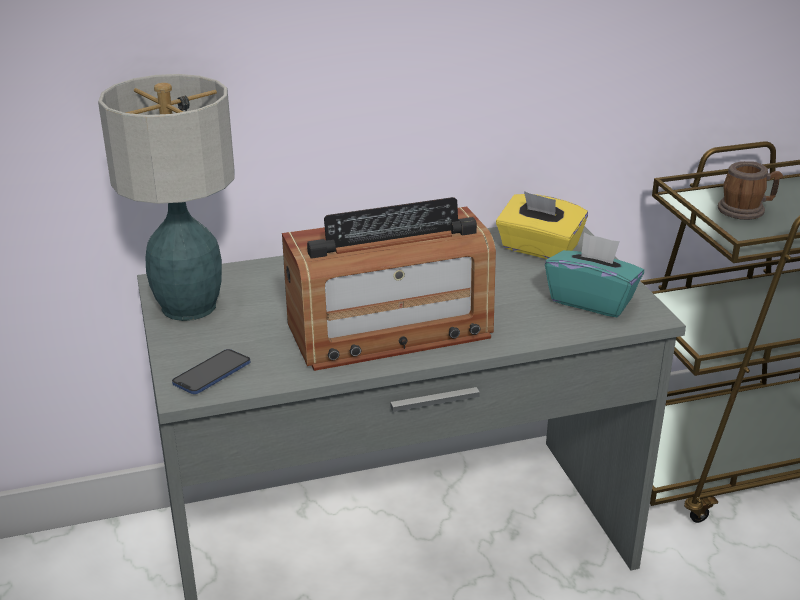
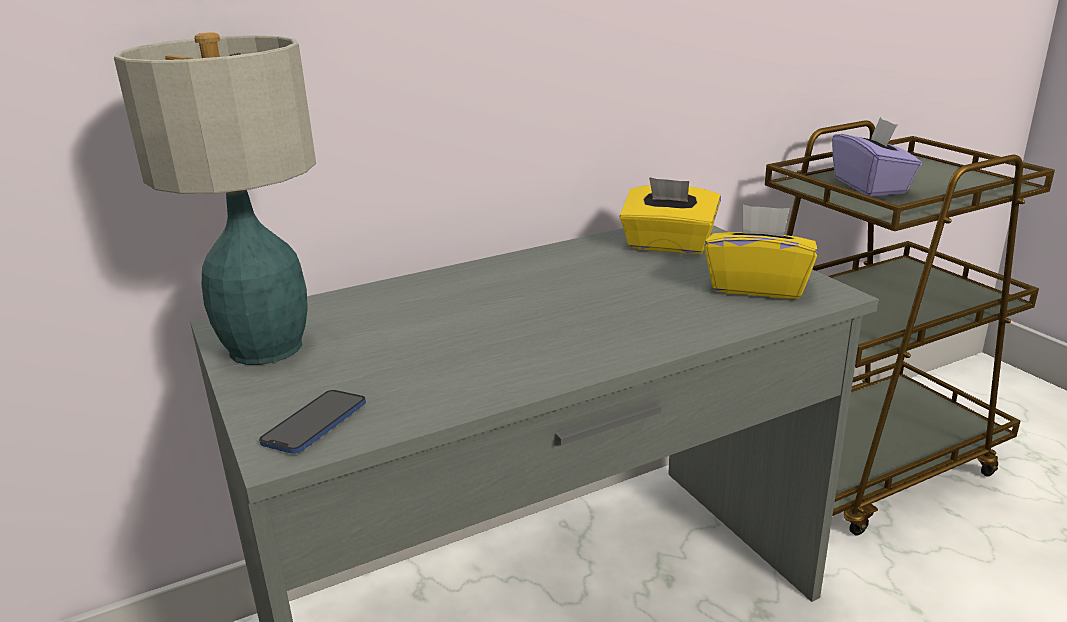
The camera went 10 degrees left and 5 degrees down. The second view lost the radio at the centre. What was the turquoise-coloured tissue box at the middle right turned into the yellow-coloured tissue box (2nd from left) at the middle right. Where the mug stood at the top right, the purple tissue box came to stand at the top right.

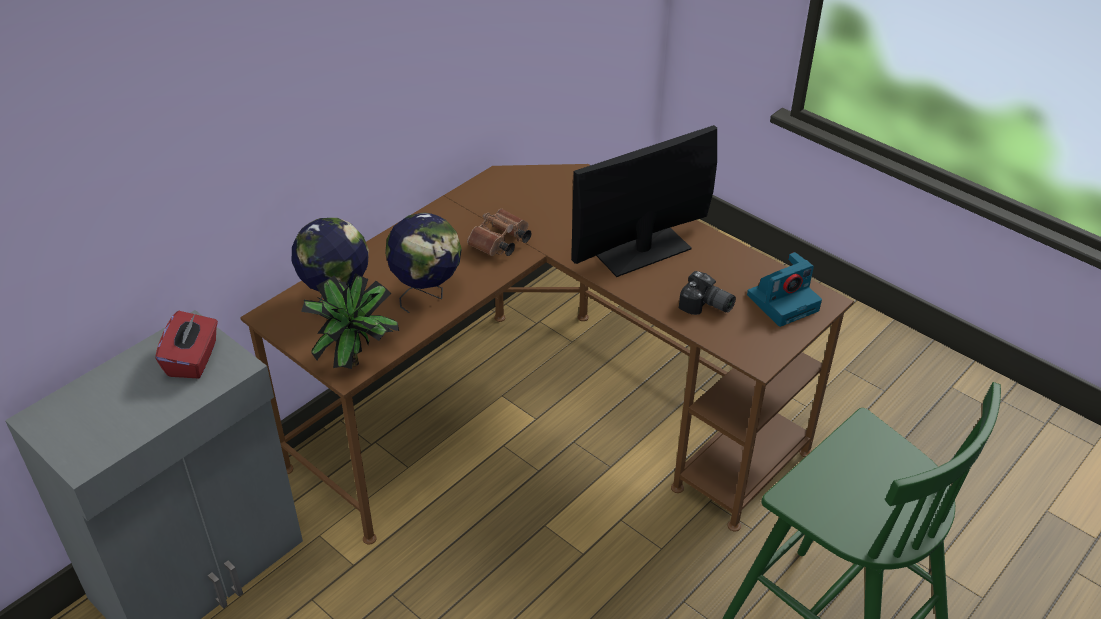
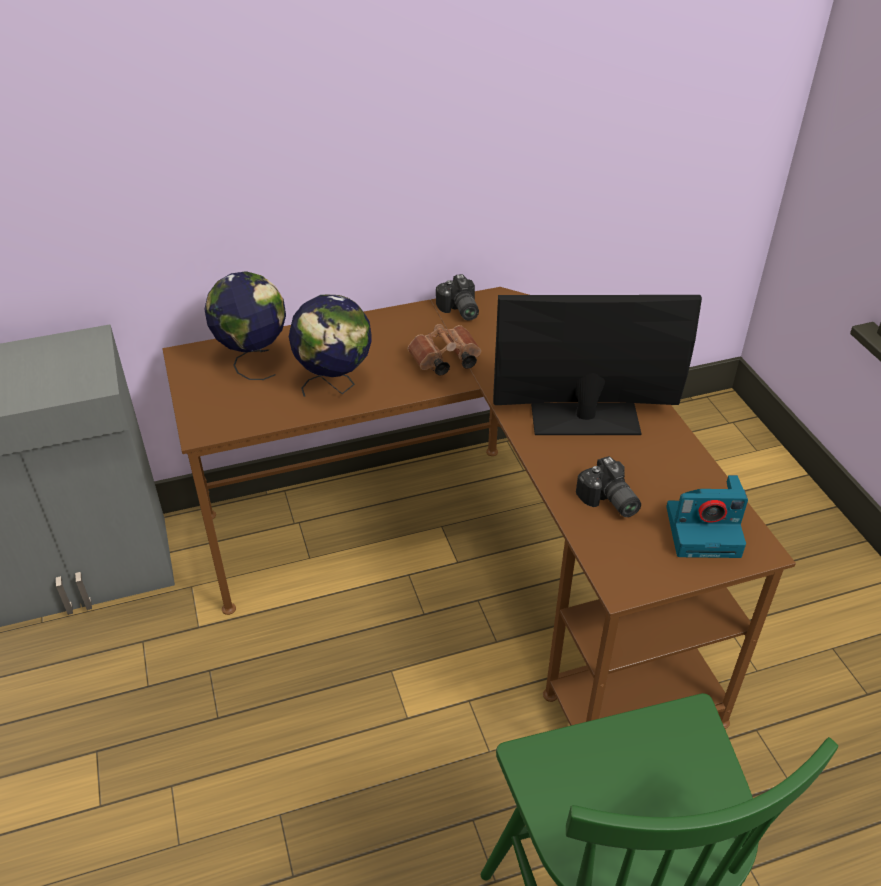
The camera went 30 degrees right and 0 degrees up. The second view lost the red tissue box at the middle left. The second view lost the potted plant at the middle left. The second view gained the still camera (1st from left) at the centre.

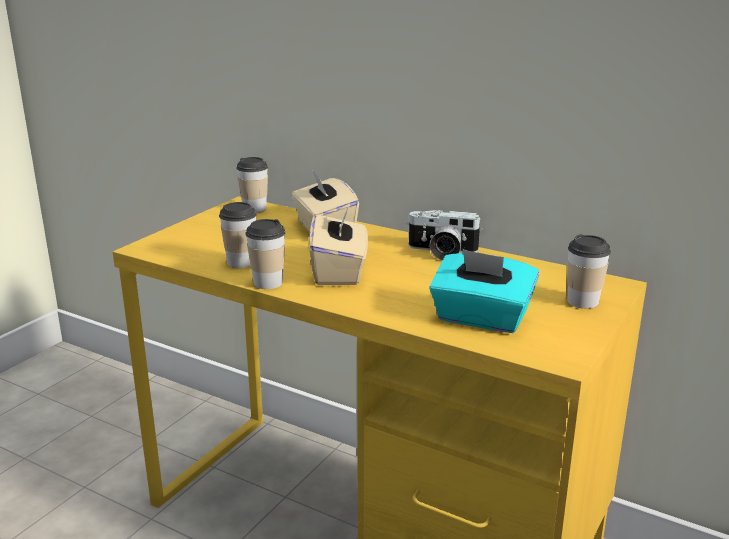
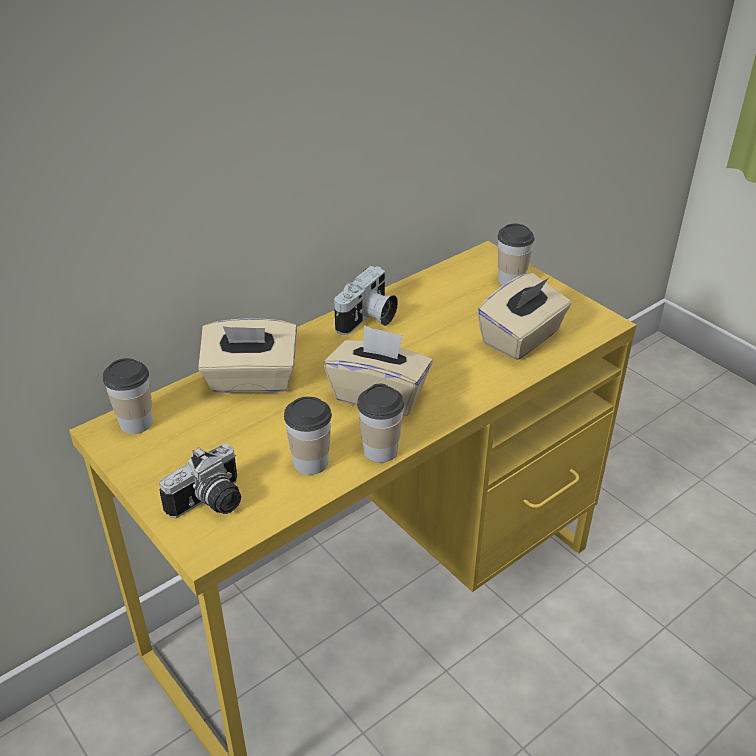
The camera went 70 degrees left and 15 degrees up. What was the turquoise-coloured tissue box at the centre turned into the beige tissue box (3rd from left) at the middle right. The second view gained the still camera (1st from left) at the middle left.

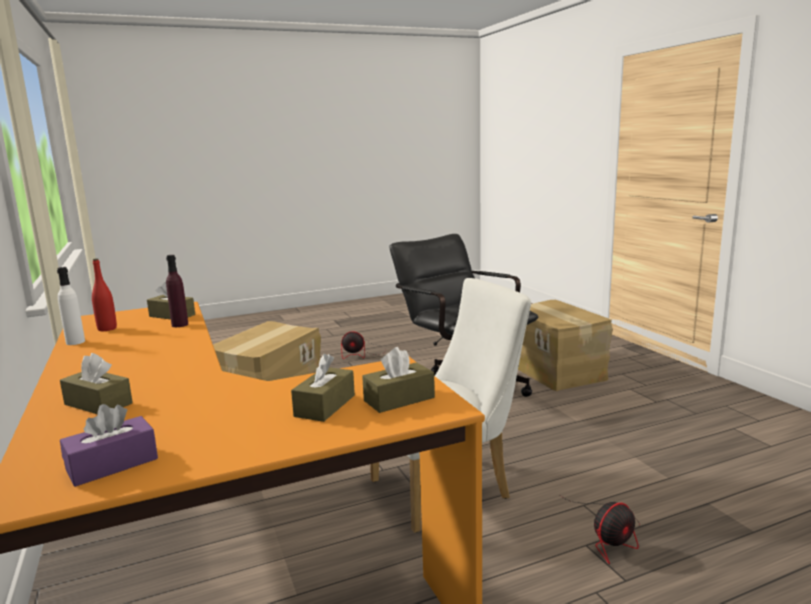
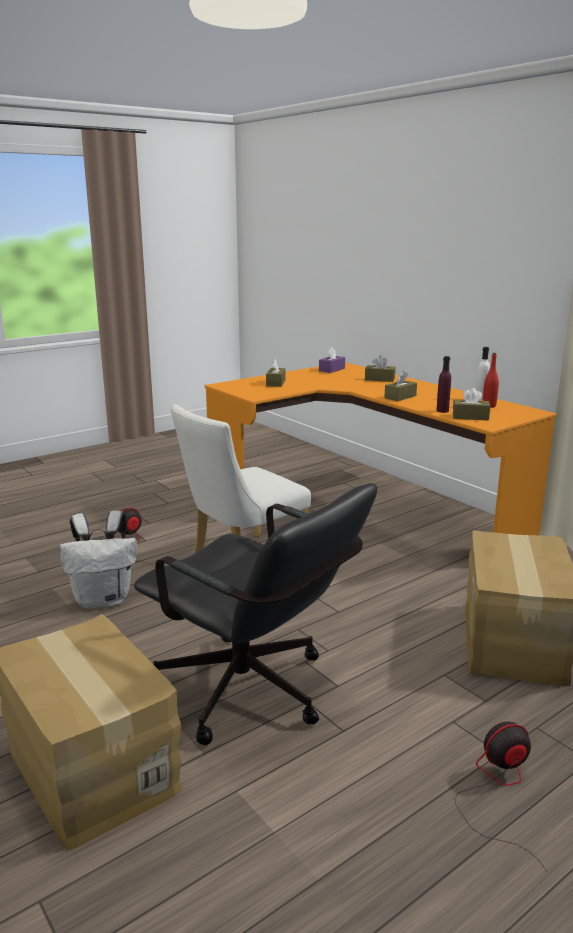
The camera went 165 degrees right and 5 degrees up. The brown tissue box (4th from left in the first image) ended up elsewhere, having gone from the centre to the middle right. The second view gained the whitish backpack at the middle left.

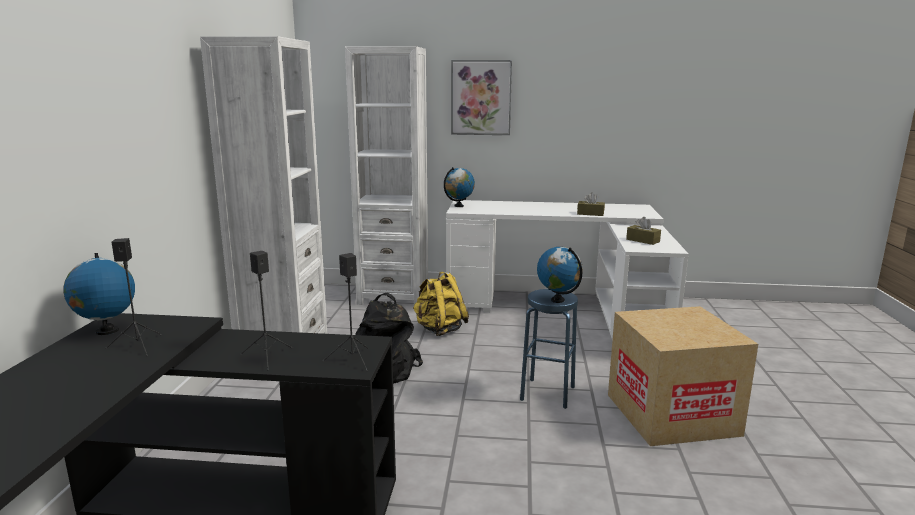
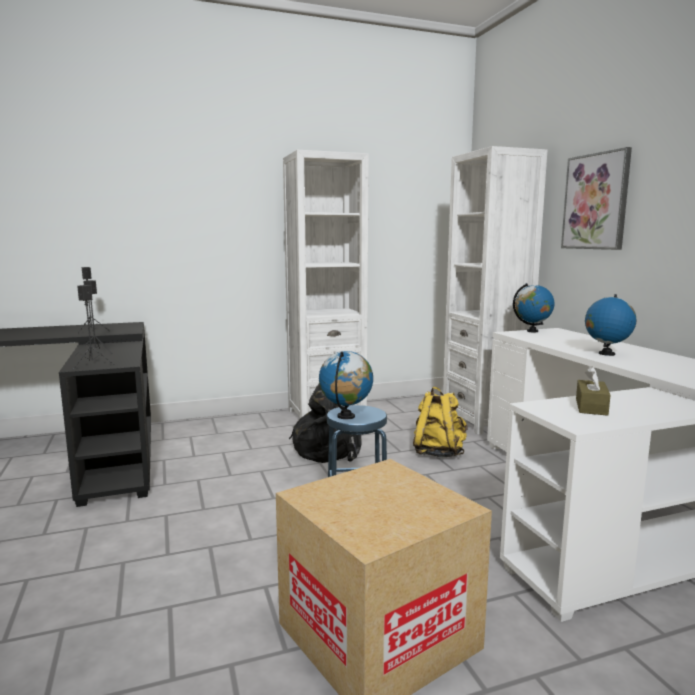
The camera went 65 degrees right and 5 degrees down. The desk globe (1st from left in the first image) ended up elsewhere, having gone from the middle left to the middle right. The second view lost the brown tissue box (1st from left) at the centre.

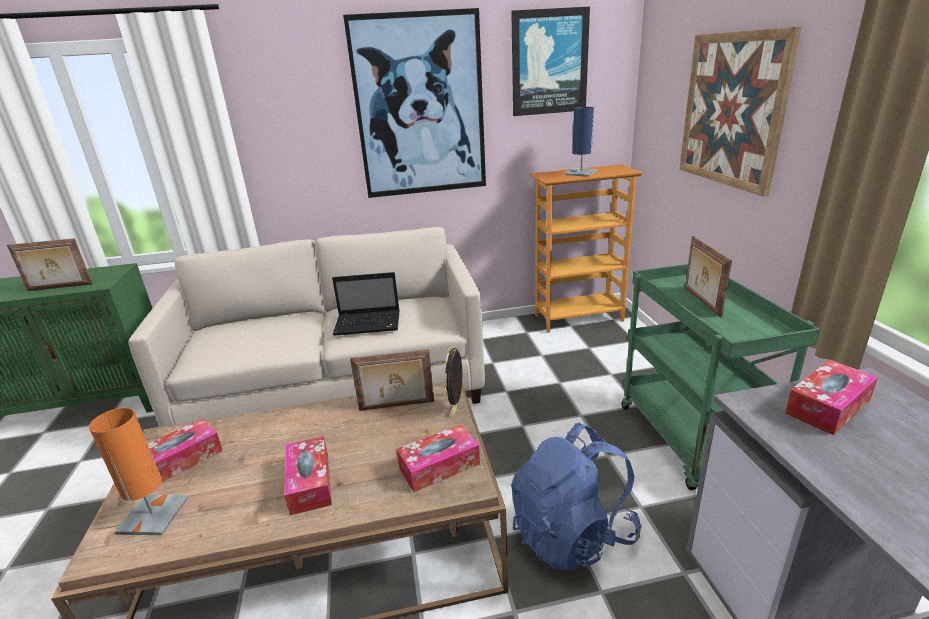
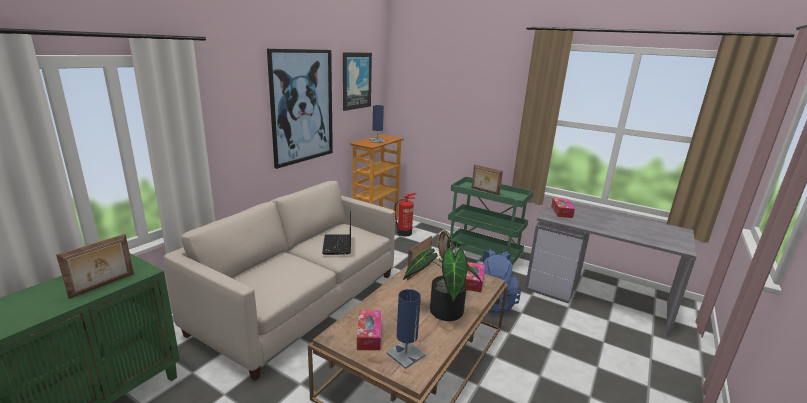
The camera went 50 degrees left and 5 degrees down. What was the orangey table lamp at the bottom left turned into the blue-coloured table lamp (2nd from left) at the bottom centre. Where the tissue box (2nd from left) stood at the bottom left, the potted plant came to stand at the bottom centre. The laptop at the centre ended up facing another way, 135 degrees clockwise from before. The second view lost the picture (3rd from left) at the top right. The second view gained the fire extinguisher at the centre.

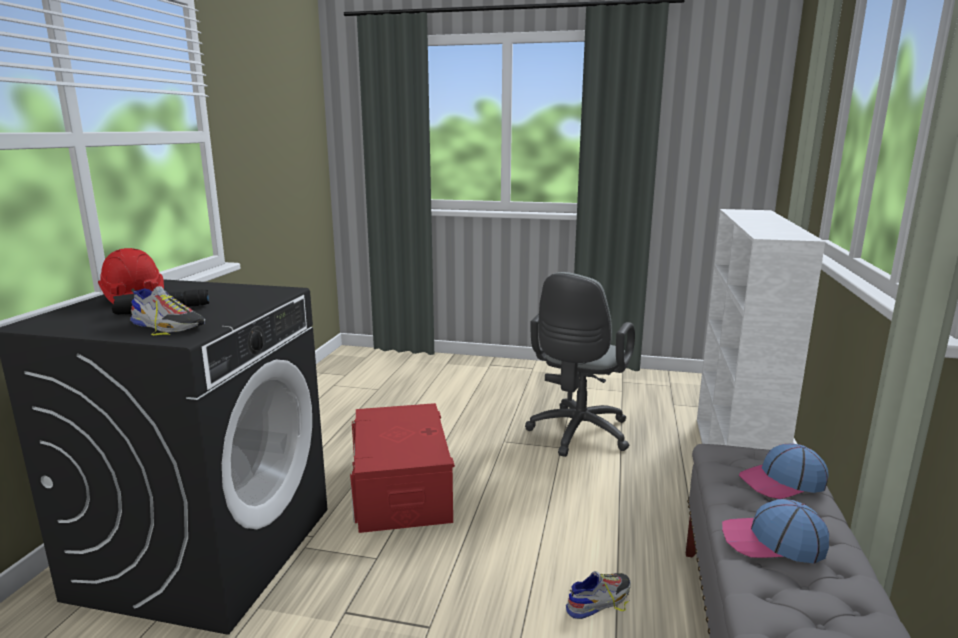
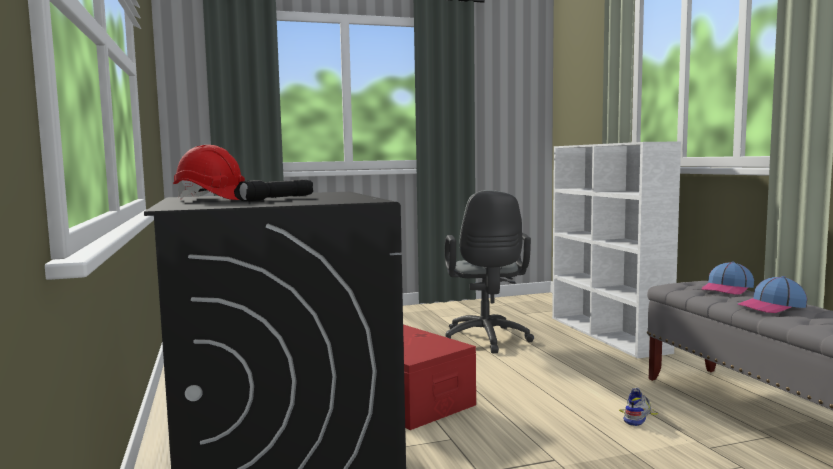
The camera went 30 degrees left and 10 degrees down. The second view lost the shoe (1st from left) at the middle left.

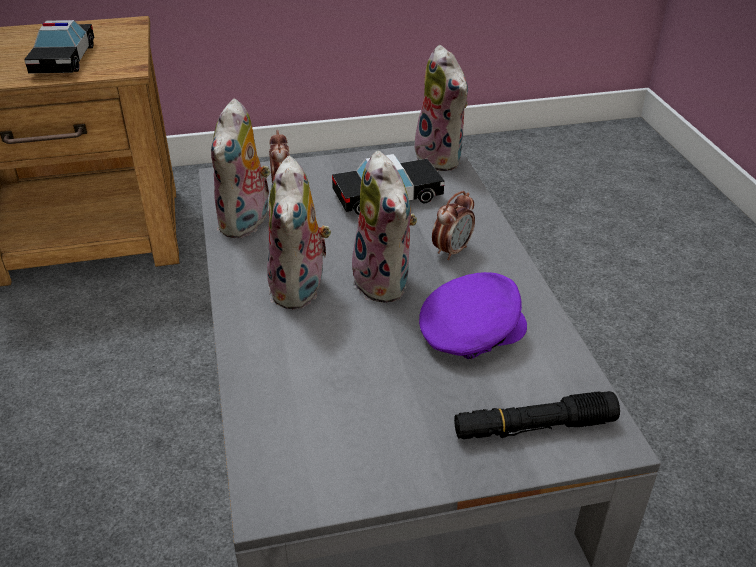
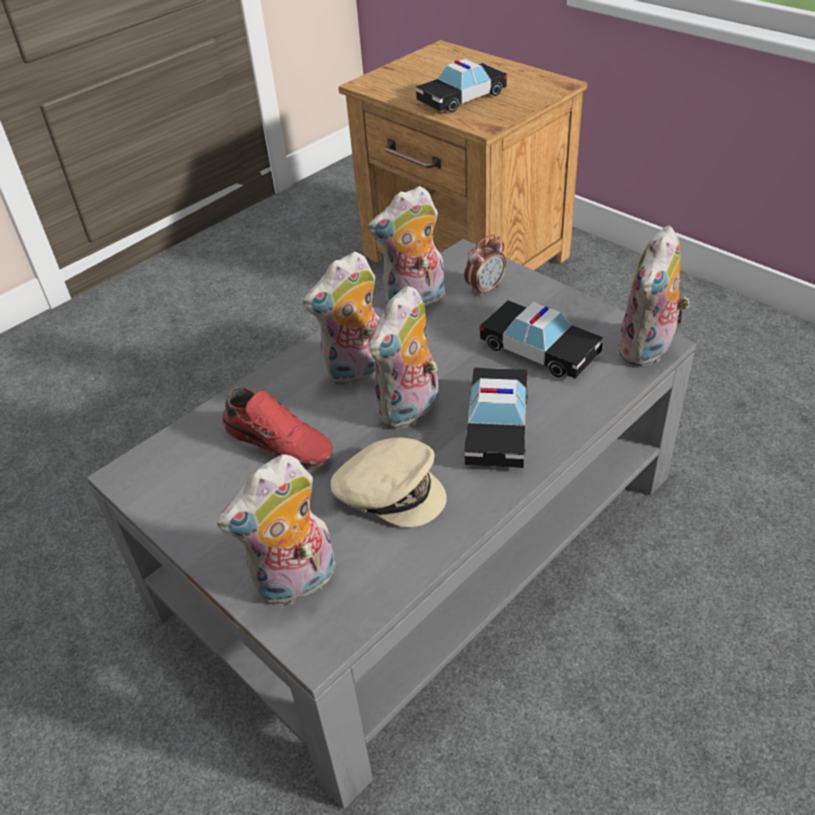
The camera went 60 degrees right and 5 degrees up. What was the purple peaked cap at the centre turned into the beige peaked cap at the centre. Where the table clock (2nd from left) stood at the centre, the miniature car (2nd from left) came to stand at the centre. Where the black-coloured flashlight stood at the bottom right, the cuddly toy (1st from left) came to stand at the centre. The second view gained the red shoe at the centre.

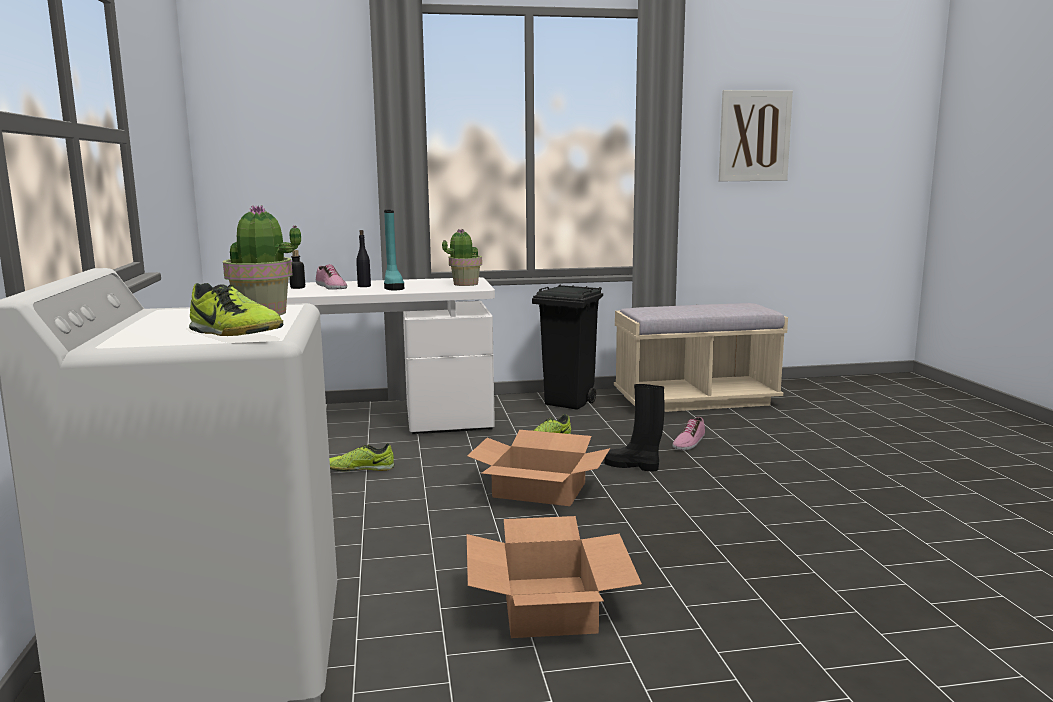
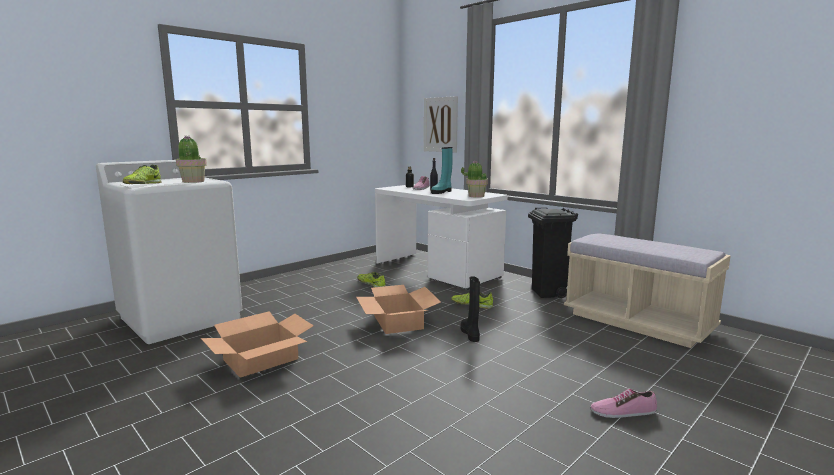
The camera went 55 degrees right and 0 degrees up. The shoe (5th from left) ended up elsewhere, having gone from the centre to the bottom right. The picture ended up elsewhere, having gone from the top right to the top centre.

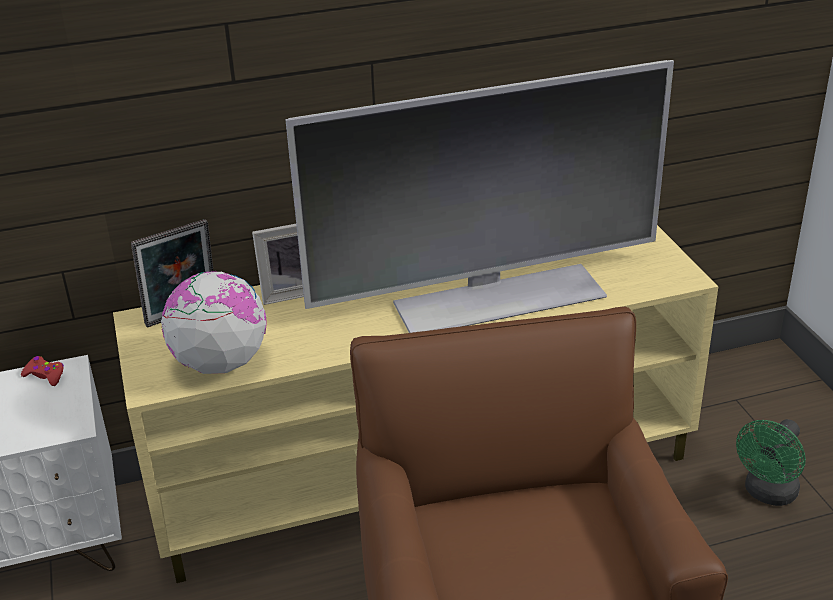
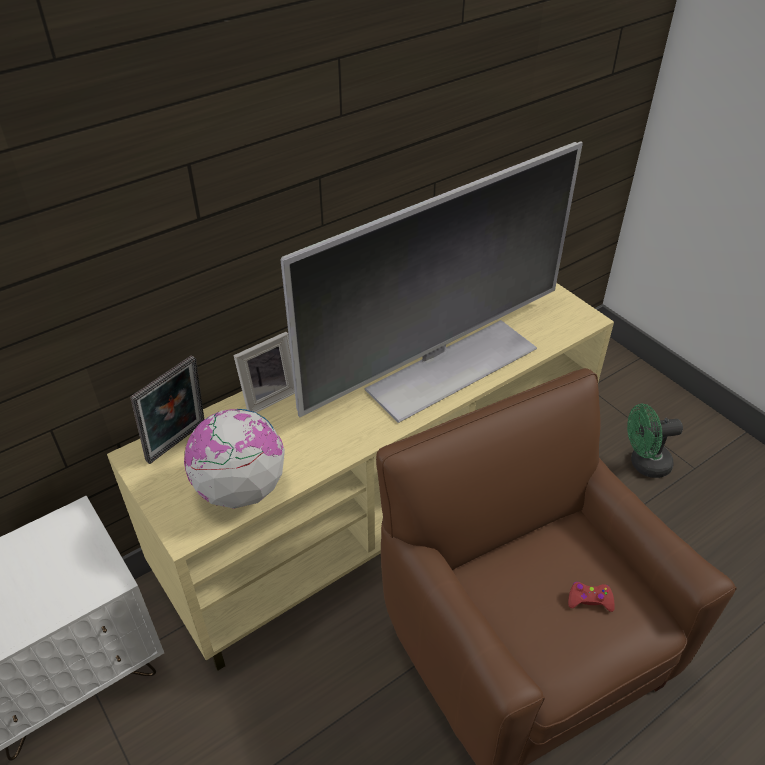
The camera went 20 degrees left and 10 degrees up. The red joypad ended up elsewhere, having gone from the middle left to the bottom right. The greenish fan at the bottom right ended up facing another way, 60 degrees clockwise from before.

